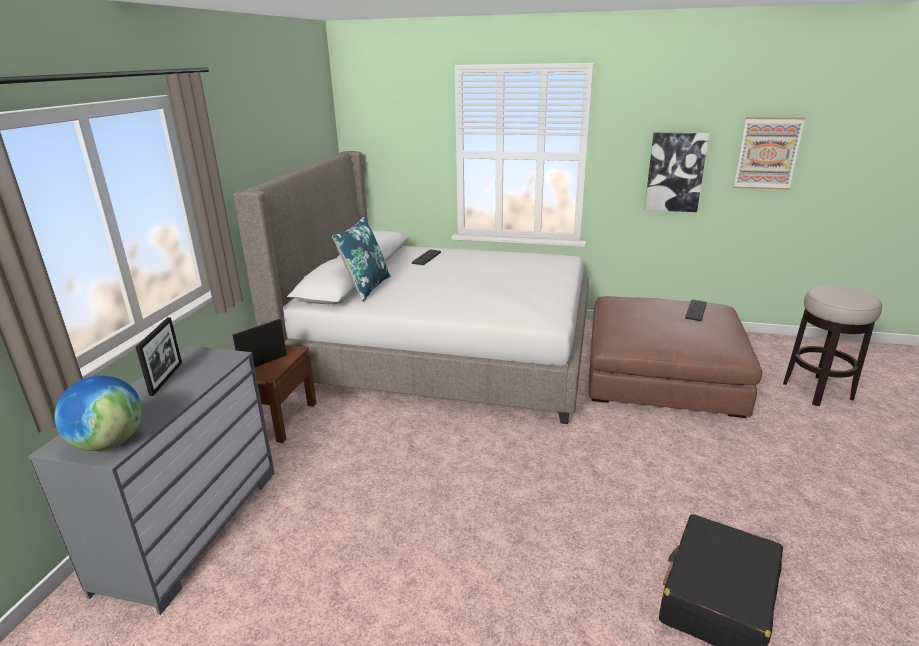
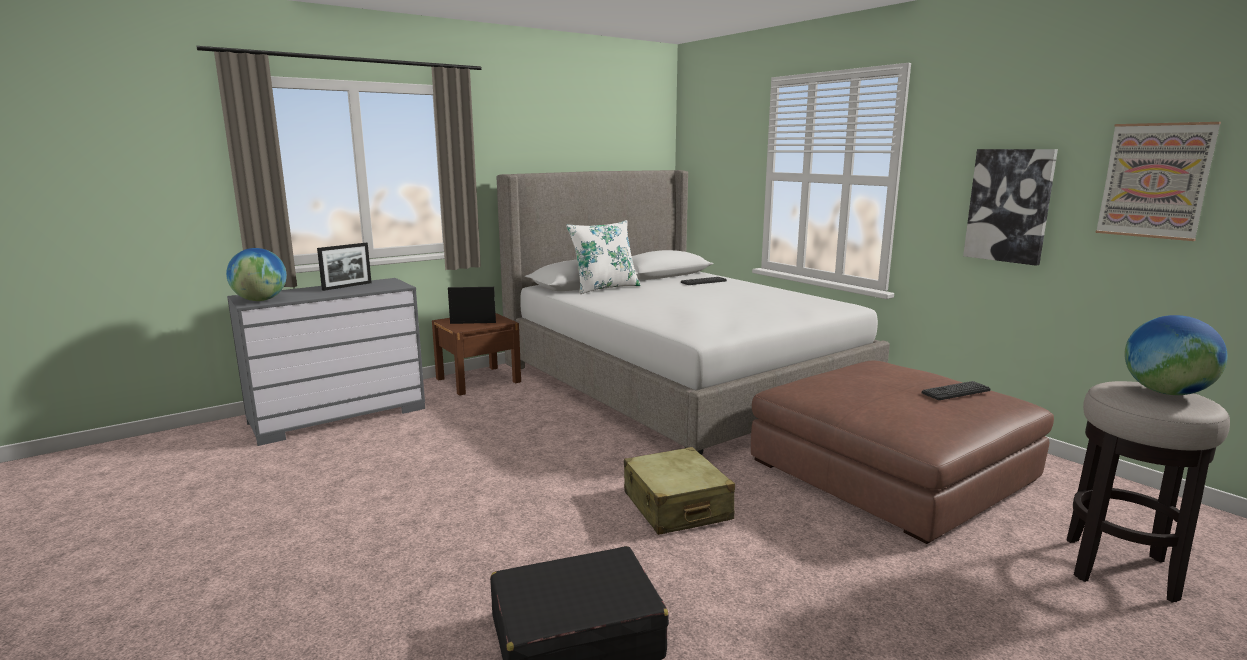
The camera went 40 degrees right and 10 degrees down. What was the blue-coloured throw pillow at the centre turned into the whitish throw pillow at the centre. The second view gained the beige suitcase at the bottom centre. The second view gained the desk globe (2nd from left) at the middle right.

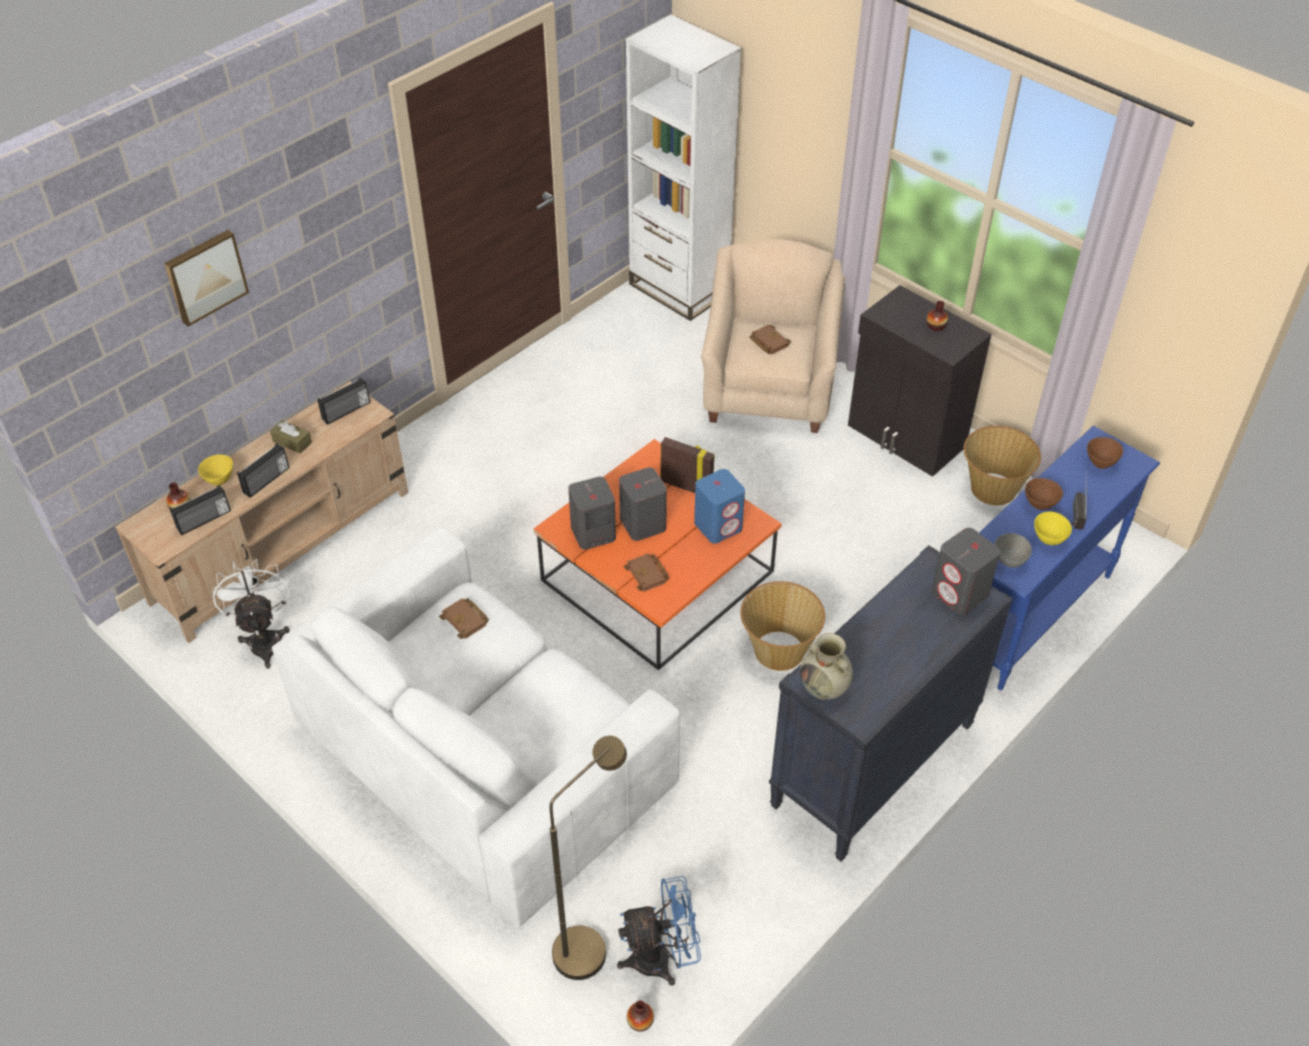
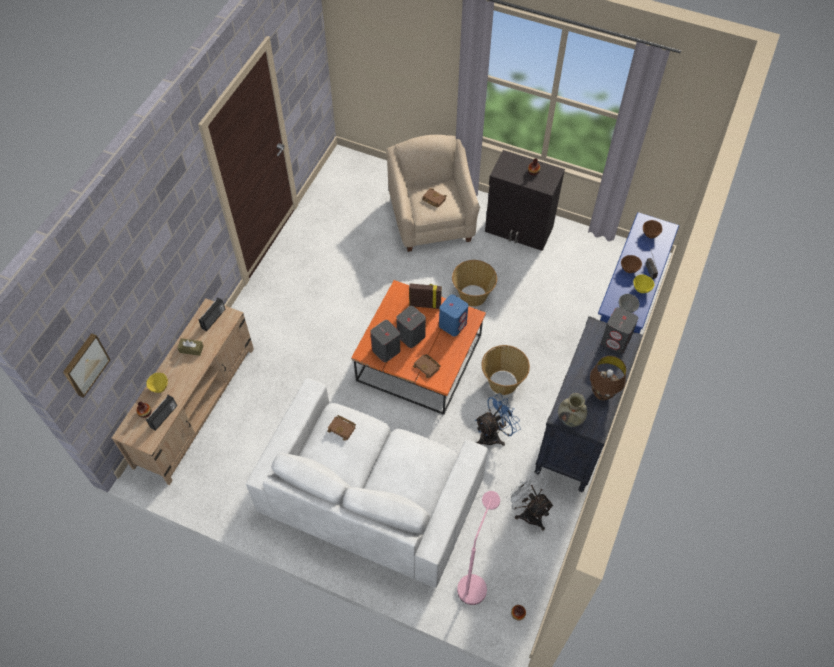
The camera went 20 degrees left and 10 degrees up. The picture ended up elsewhere, having gone from the top left to the middle left. The whitish fan ended up elsewhere, having gone from the middle left to the bottom centre. The second view lost the radio (2nd from left) at the middle left. What was the brown standard lamp at the bottom centre turned into the pink-coloured standard lamp at the bottom centre. The blue-coloured fan ended up elsewhere, having gone from the bottom centre to the centre. The second view lost the whitish shelving unit at the top centre. The basket (2nd from left in the first image) ended up elsewhere, having gone from the middle right to the centre. The second view gained the brown table lamp at the middle right.

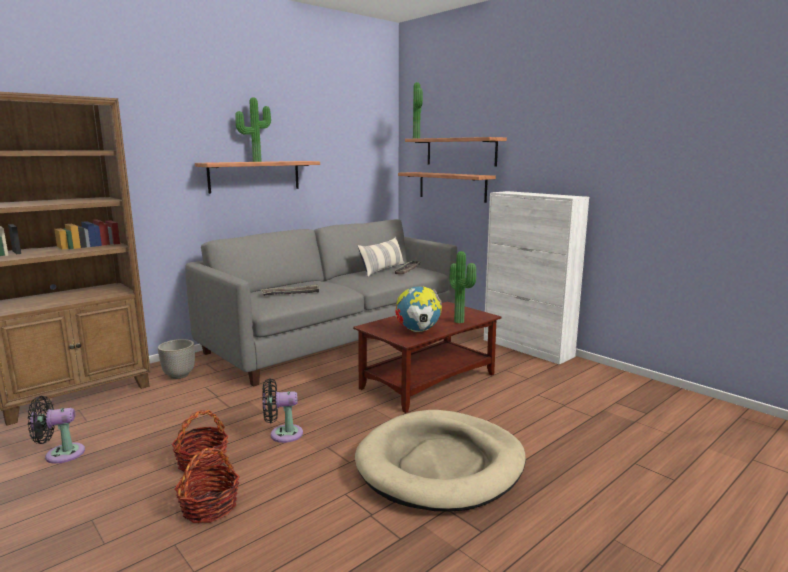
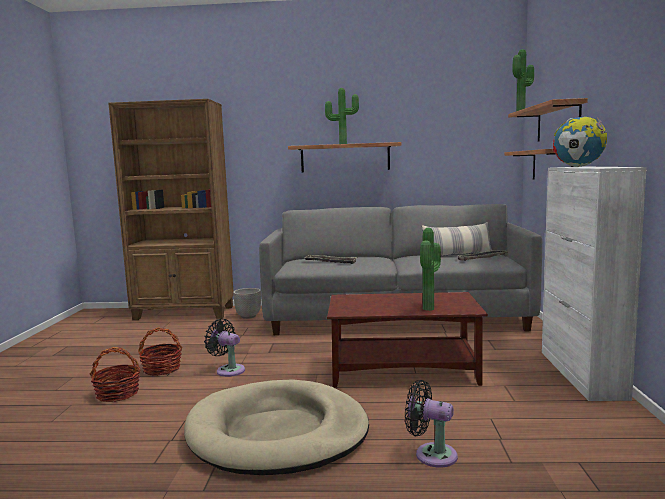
The camera went 45 degrees right and 5 degrees down. The black-coloured fan (1st from left in the first image) ended up elsewhere, having gone from the bottom left to the bottom centre. The desk globe ended up elsewhere, having gone from the centre to the top right.

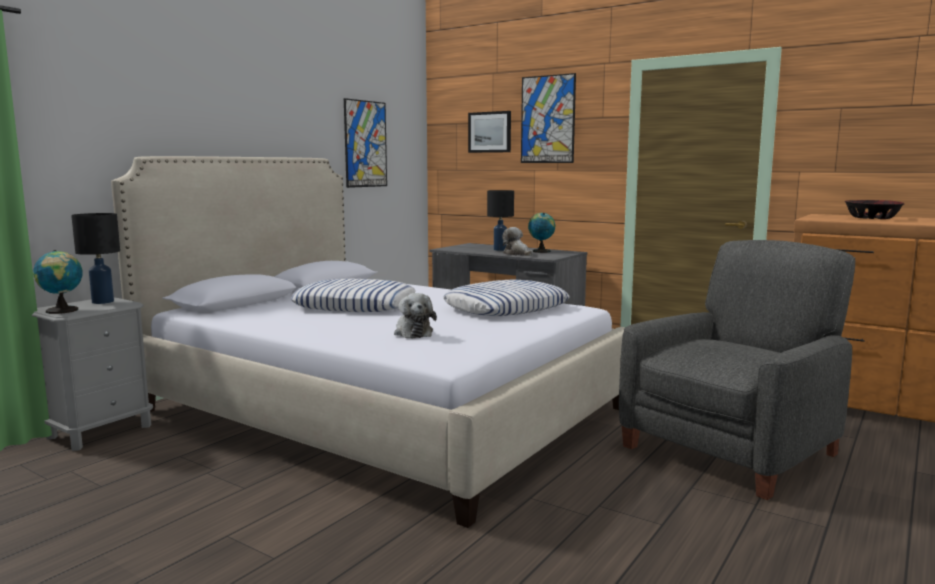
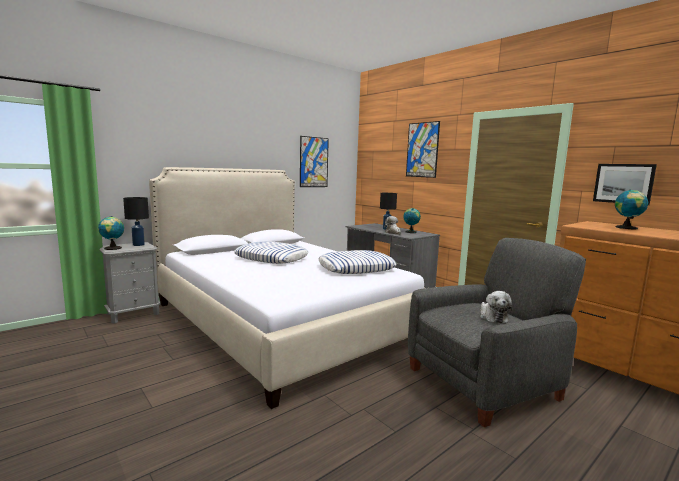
The camera went 15 degrees right and 0 degrees up. The cuddly toy (1st from left in the first image) ended up elsewhere, having gone from the centre to the middle right. The picture (2nd from left in the first image) ended up elsewhere, having gone from the top centre to the middle right. Where the serving bowl stood at the middle right, the desk globe (3rd from left) came to stand at the middle right.

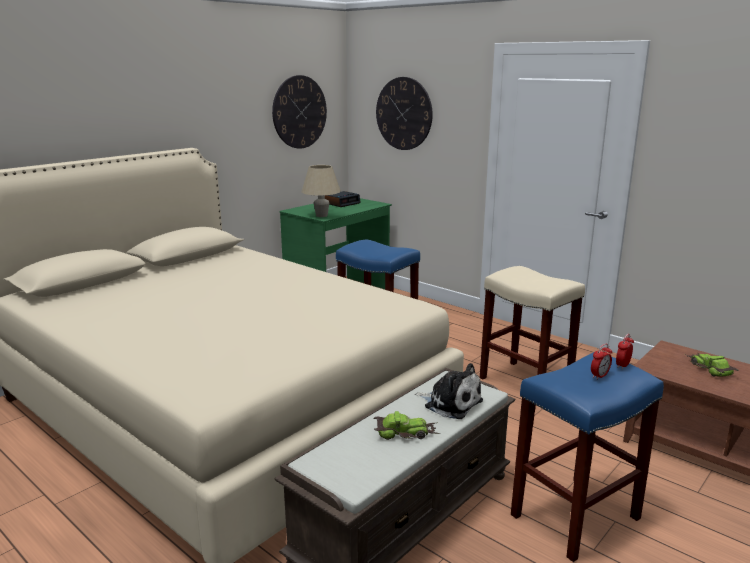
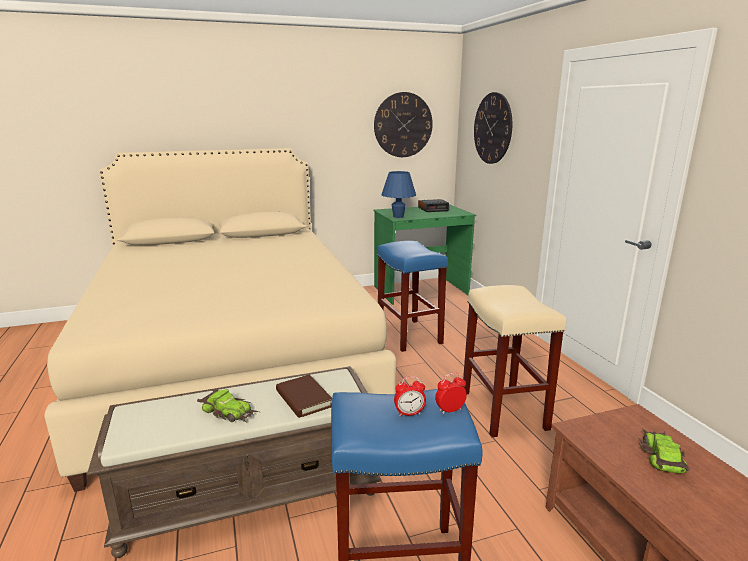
The camera went 30 degrees right and 0 degrees up. What was the beige table lamp at the centre turned into the blue-coloured table lamp at the centre. Where the cuddly toy stood at the bottom centre, the brown book came to stand at the bottom centre.

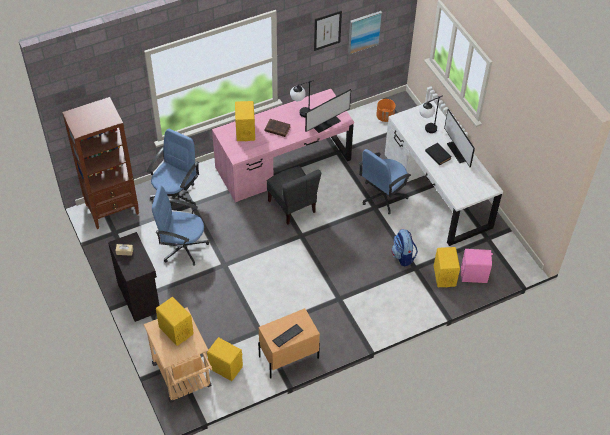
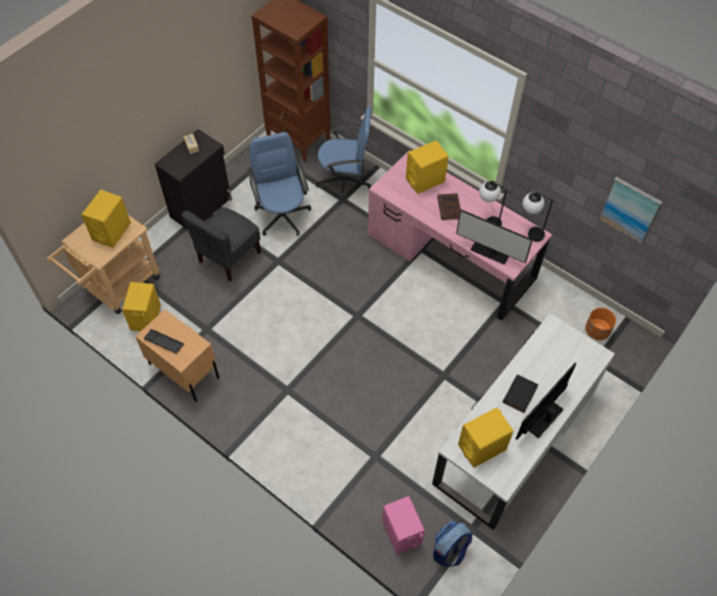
The camera went 65 degrees right and 5 degrees up. The grey plain chair ended up elsewhere, having gone from the centre to the middle left. The second view lost the picture (1st from left) at the top centre. The second view lost the blue-coloured desk chair (3rd from left) at the centre. The backpack ended up elsewhere, having gone from the centre to the bottom centre. The table lamp (2nd from left) ended up elsewhere, having gone from the top right to the middle right. The yellow-coloured audio speaker (4th from left) ended up elsewhere, having gone from the middle right to the bottom right.

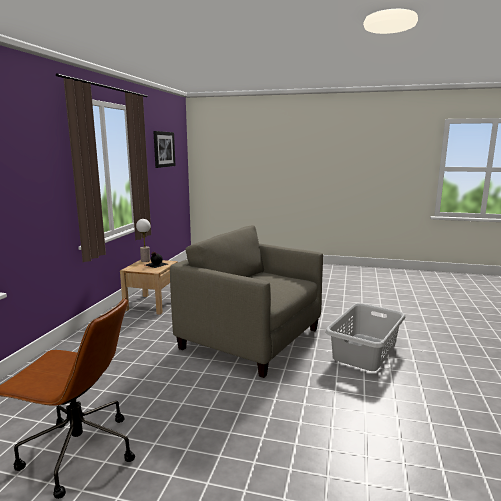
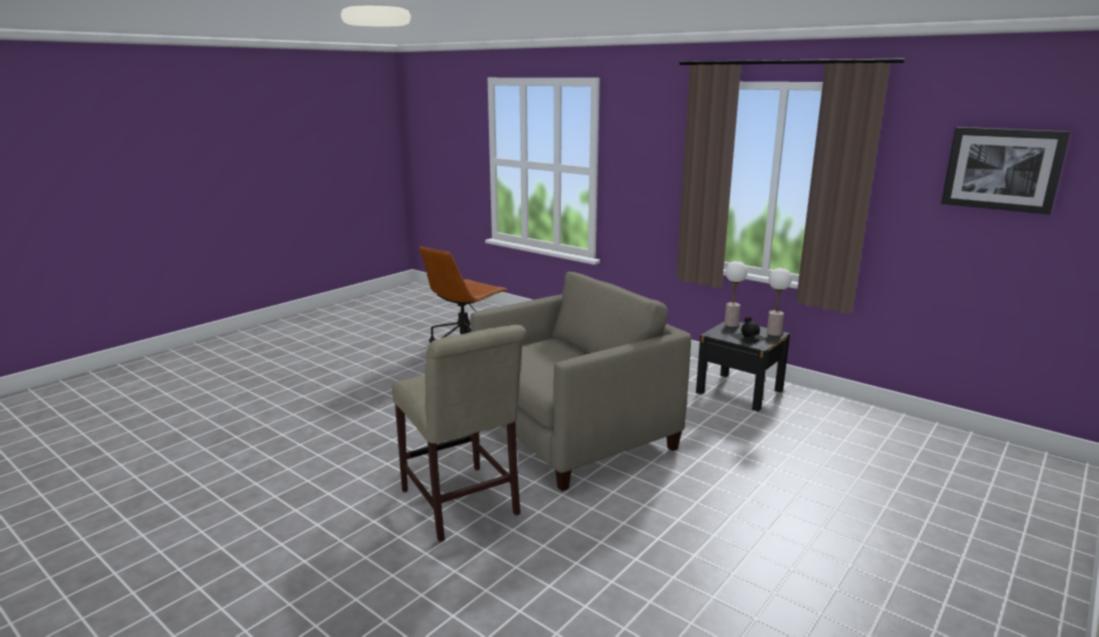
The camera went 115 degrees right and 5 degrees up. What was the beige nightstand at the middle left turned into the black-coloured nightstand at the middle right. Where the grey laundry basket stood at the bottom right, the beige plain chair came to stand at the bottom centre. The second view gained the table lamp (1st from left) at the middle right.

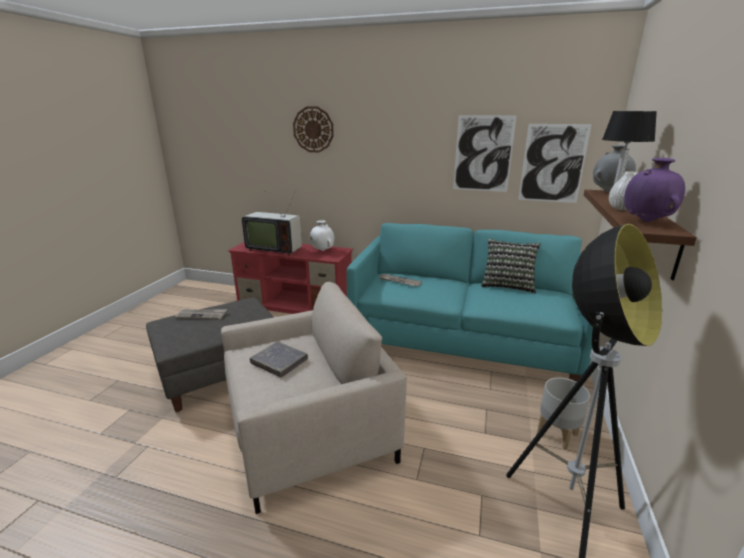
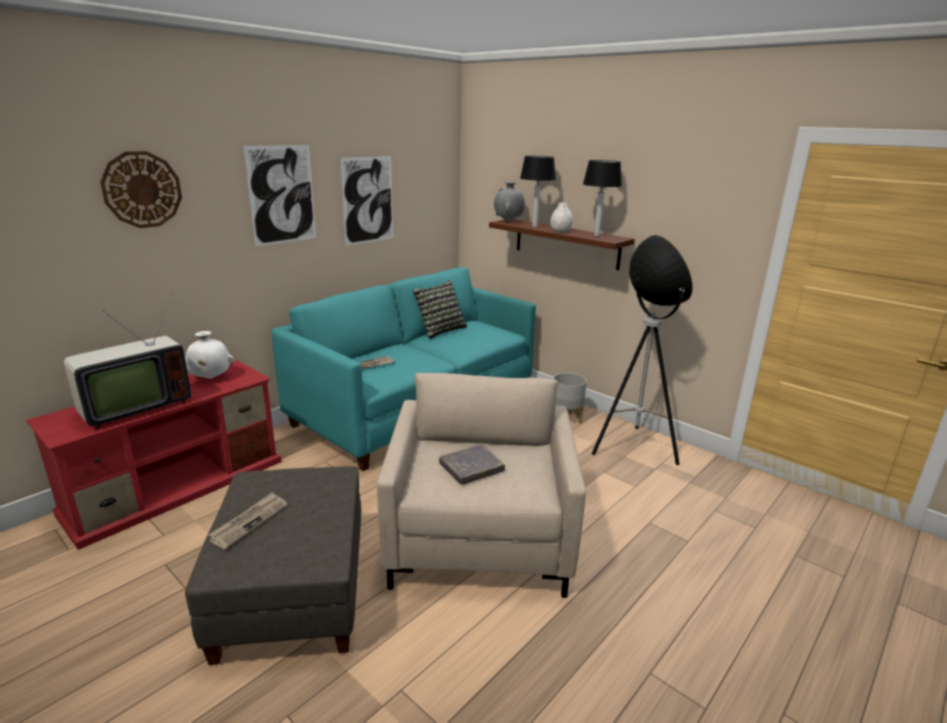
The camera went 65 degrees left and 0 degrees up. The picture (2nd from left in the first image) ended up elsewhere, having gone from the top right to the top left. Where the purple decorative vase stood at the middle right, the table lamp (2nd from left) came to stand at the top centre.

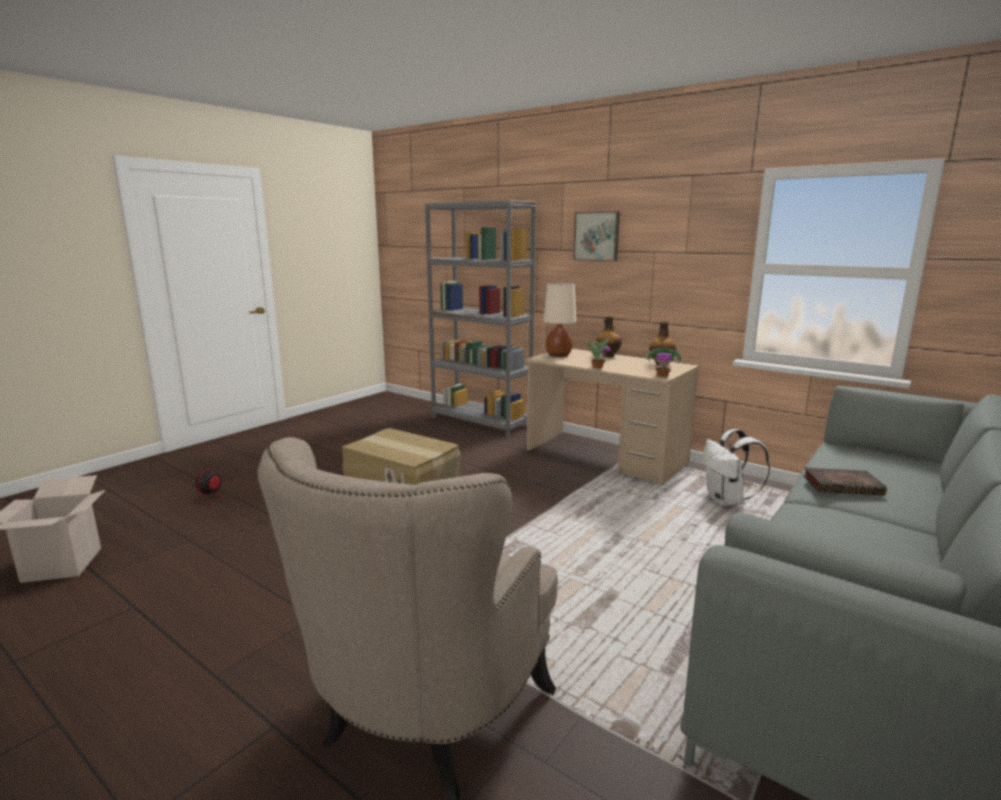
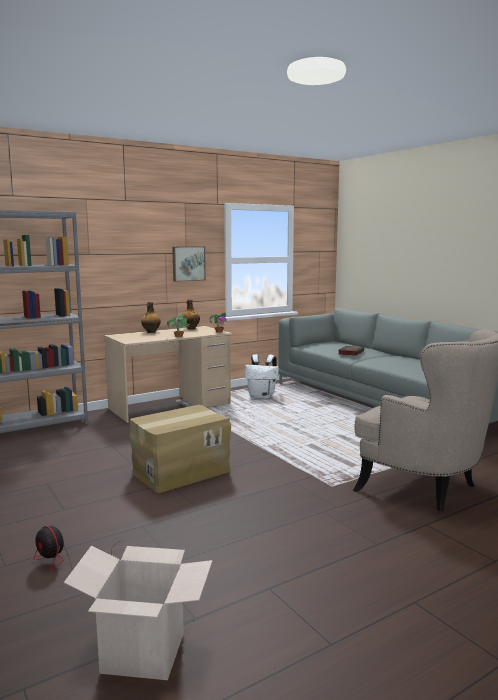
The camera went 70 degrees left and 5 degrees down. The second view lost the beige table lamp at the centre. The picture ended up elsewhere, having gone from the top centre to the centre.

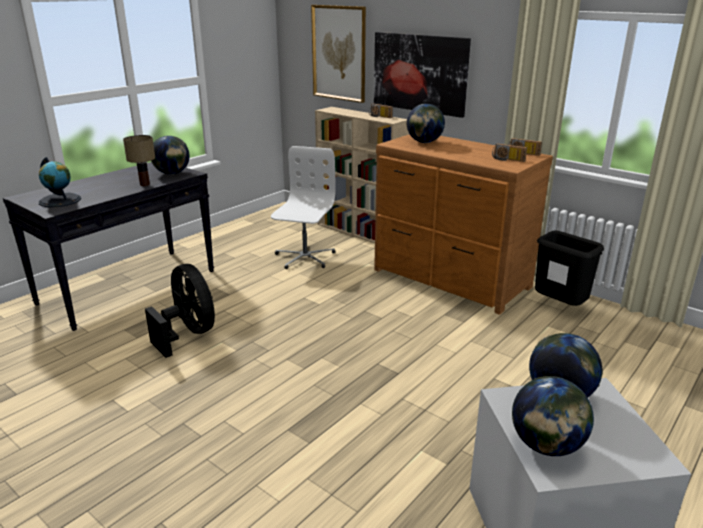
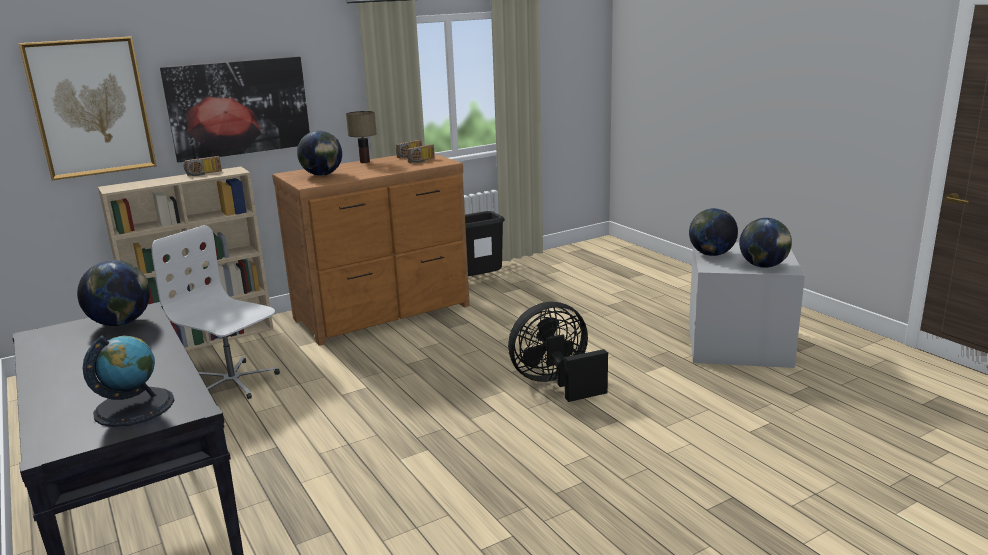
The camera went 70 degrees left and 5 degrees down. The table lamp ended up elsewhere, having gone from the top left to the top centre. The black-coloured fan ended up elsewhere, having gone from the middle left to the centre.

